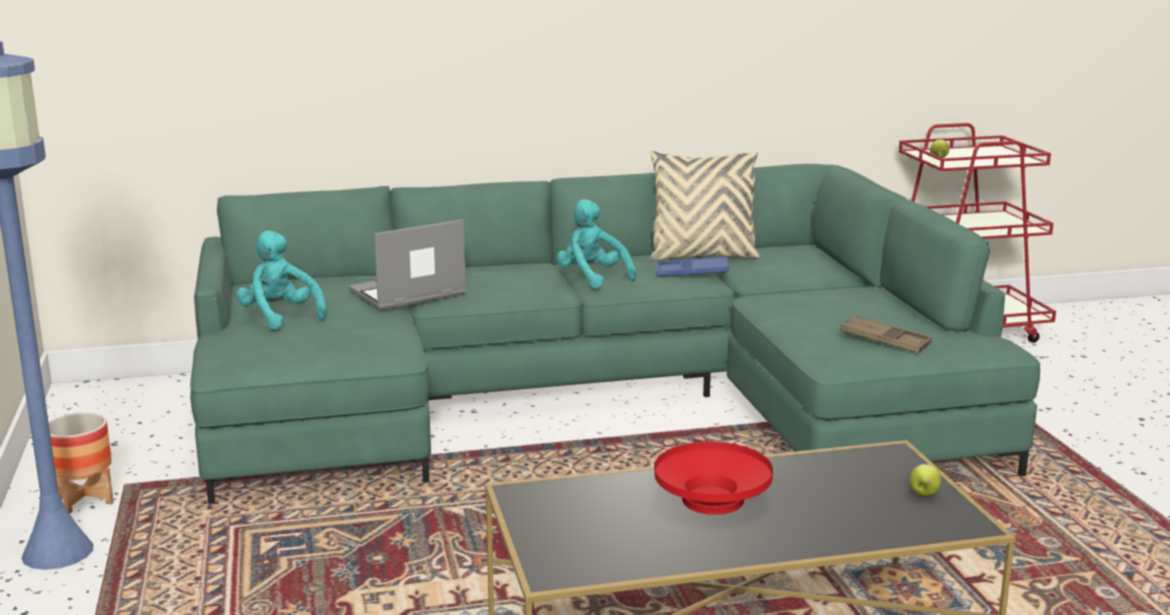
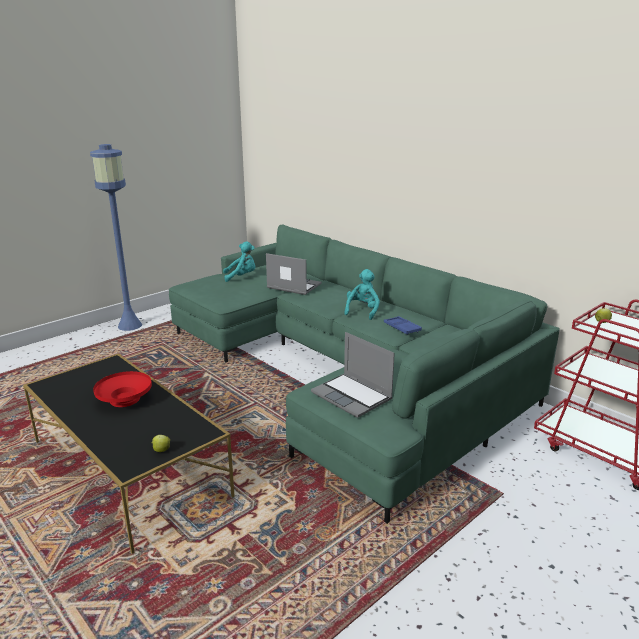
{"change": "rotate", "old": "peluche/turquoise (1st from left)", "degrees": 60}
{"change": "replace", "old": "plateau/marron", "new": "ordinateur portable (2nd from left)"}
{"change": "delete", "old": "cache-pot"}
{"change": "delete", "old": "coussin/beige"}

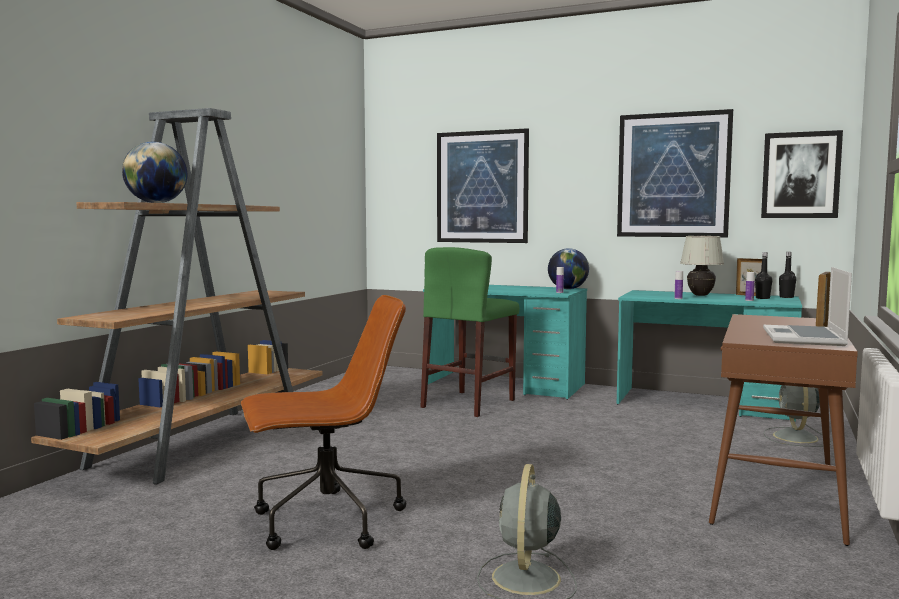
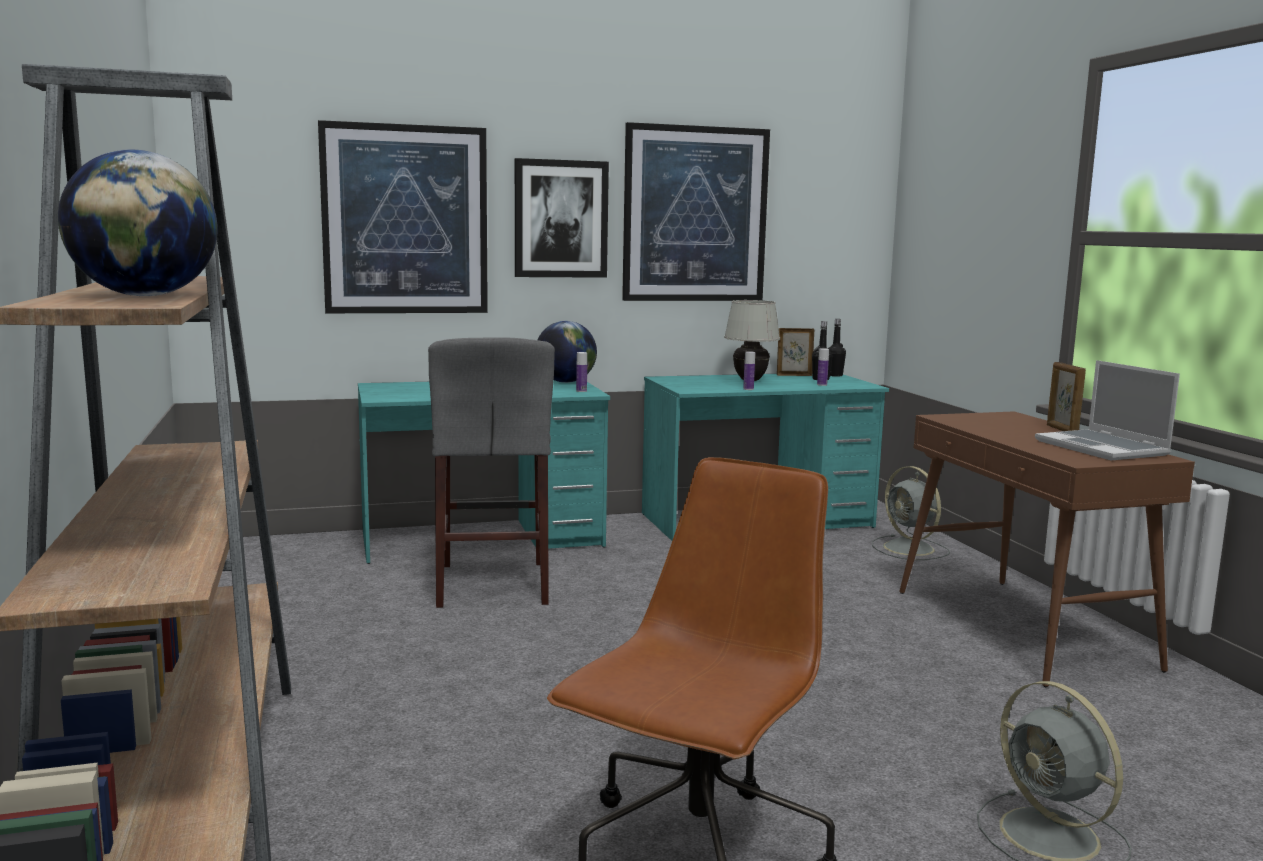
{"change": "recolor", "old": "tabouret/vert", "new": "tabouret/gris"}
{"change": "move", "old": "tableau (3rd from left in the first image)", "new": "tableau (2nd from left)"}

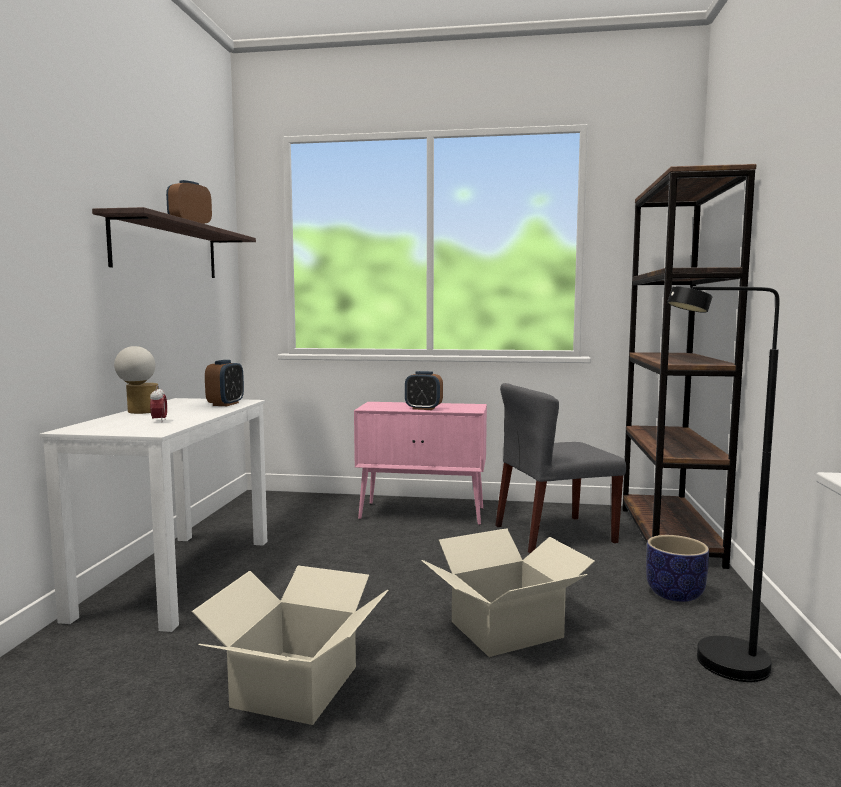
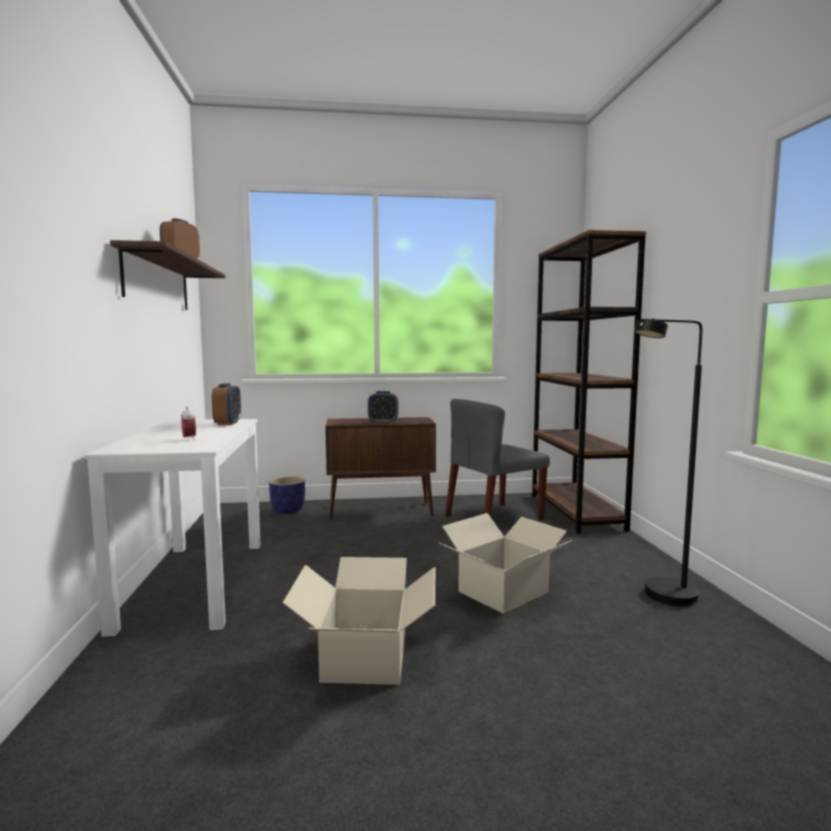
{"change": "move", "old": "cache-pot"}
{"change": "recolor", "old": "meuble de rangement/rose", "new": "meuble de rangement/marron"}
{"change": "delete", "old": "lampe de table"}

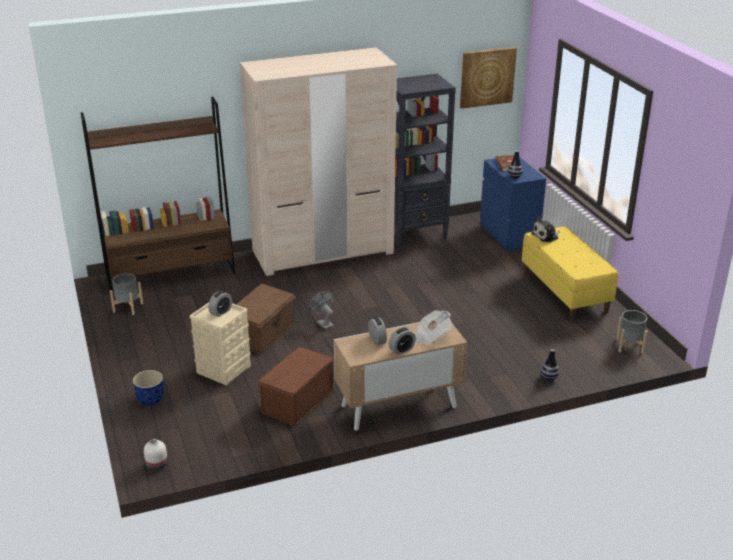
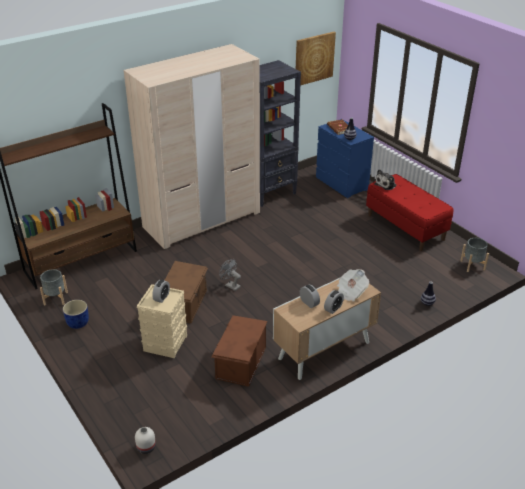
{"change": "move", "old": "cache-pot/bleu"}
{"change": "recolor", "old": "banc/jaune", "new": "banc/rouge"}

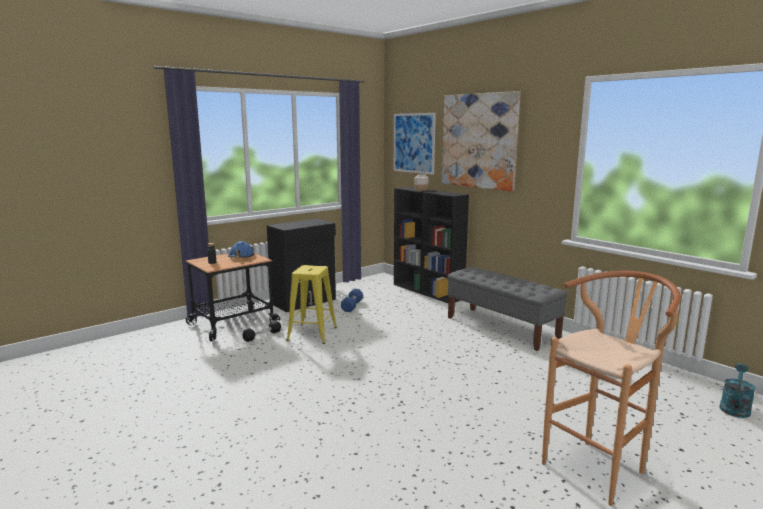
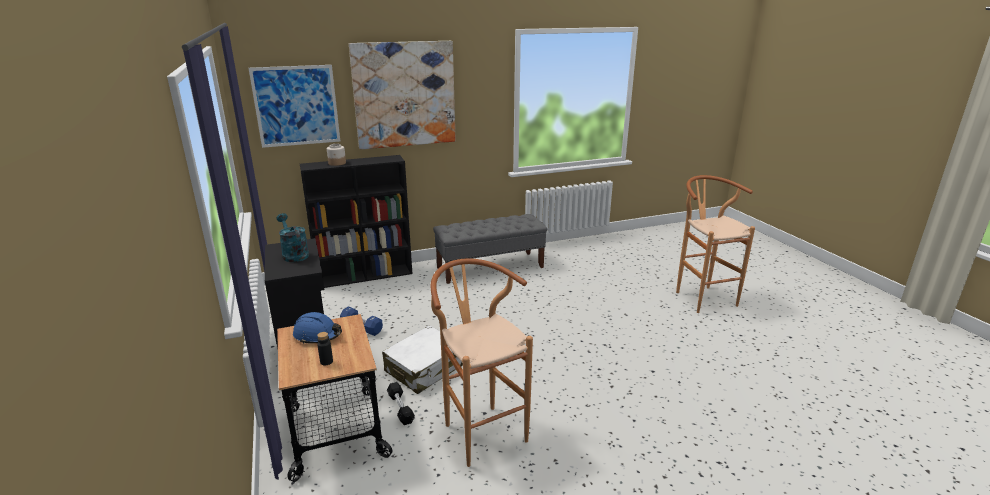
{"change": "move", "old": "arrosoir/turquoise"}
{"change": "replace", "old": "tabouret/jaune", "new": "valise/blanc"}
{"change": "insert", "new": "tabouret/marron (1st from left)"}

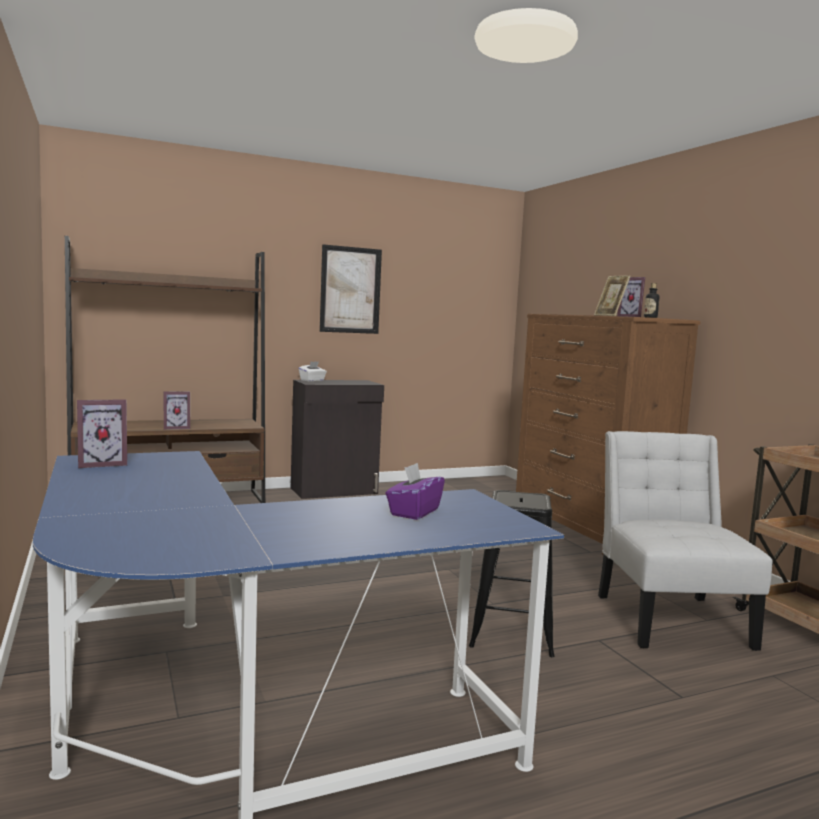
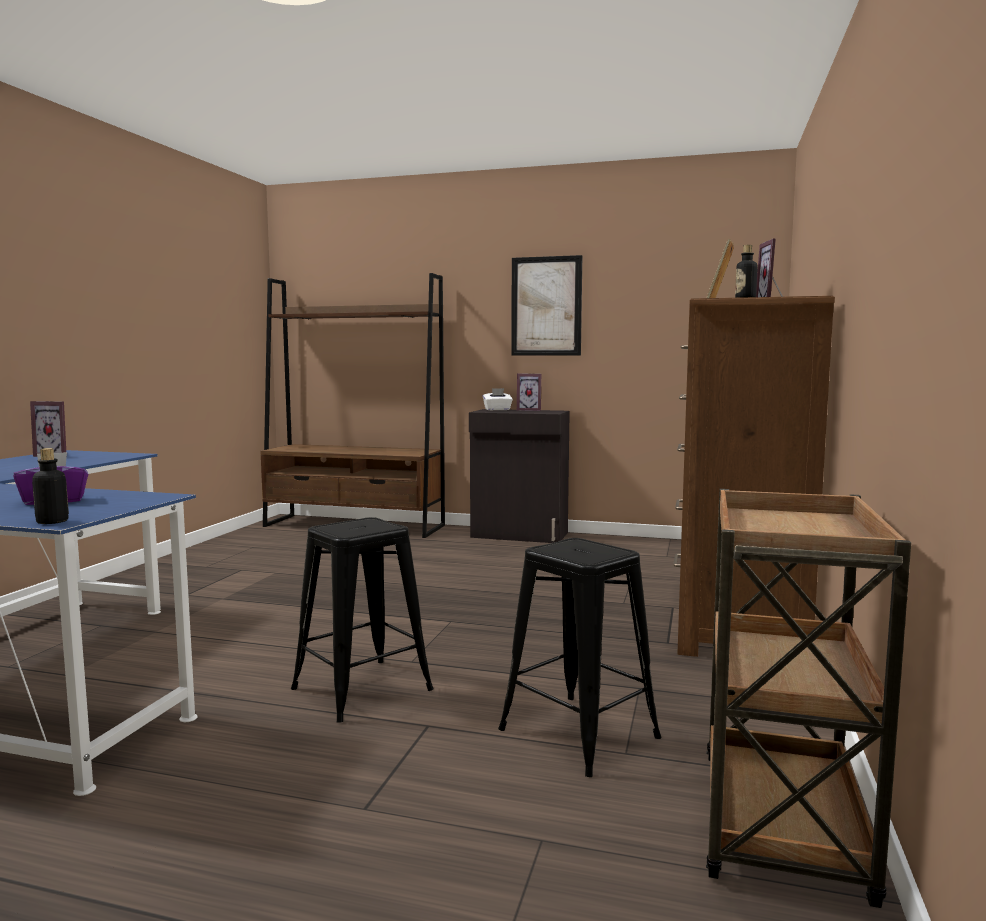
{"change": "insert", "new": "bouteille (1st from left)"}
{"change": "replace", "old": "chaise/blanc", "new": "tabouret/noir (2nd from left)"}
{"change": "move", "old": "cadre photo (2nd from left)"}

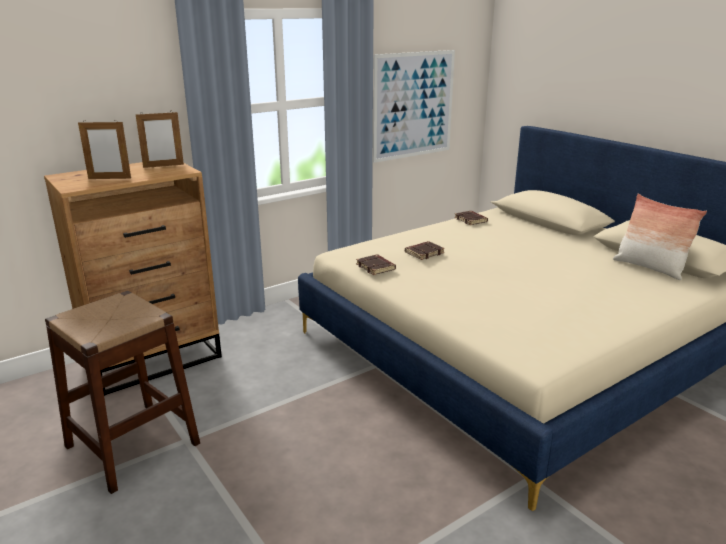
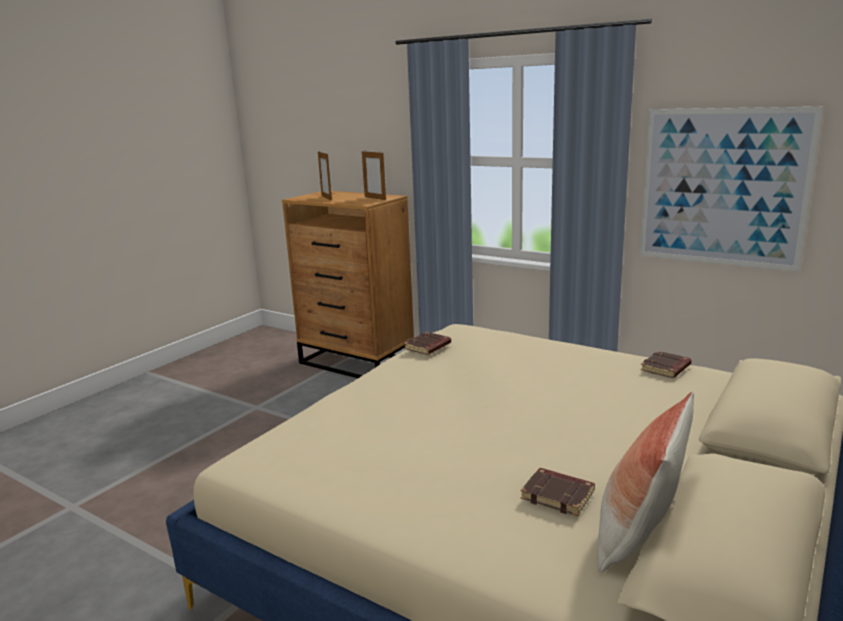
{"change": "move", "old": "livre/marron (2nd from left)"}
{"change": "delete", "old": "tabouret/marron"}

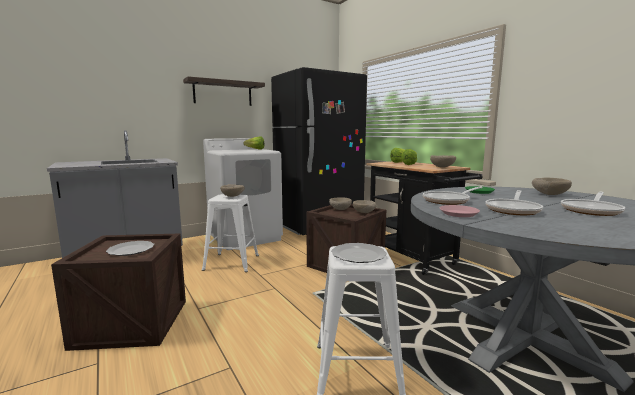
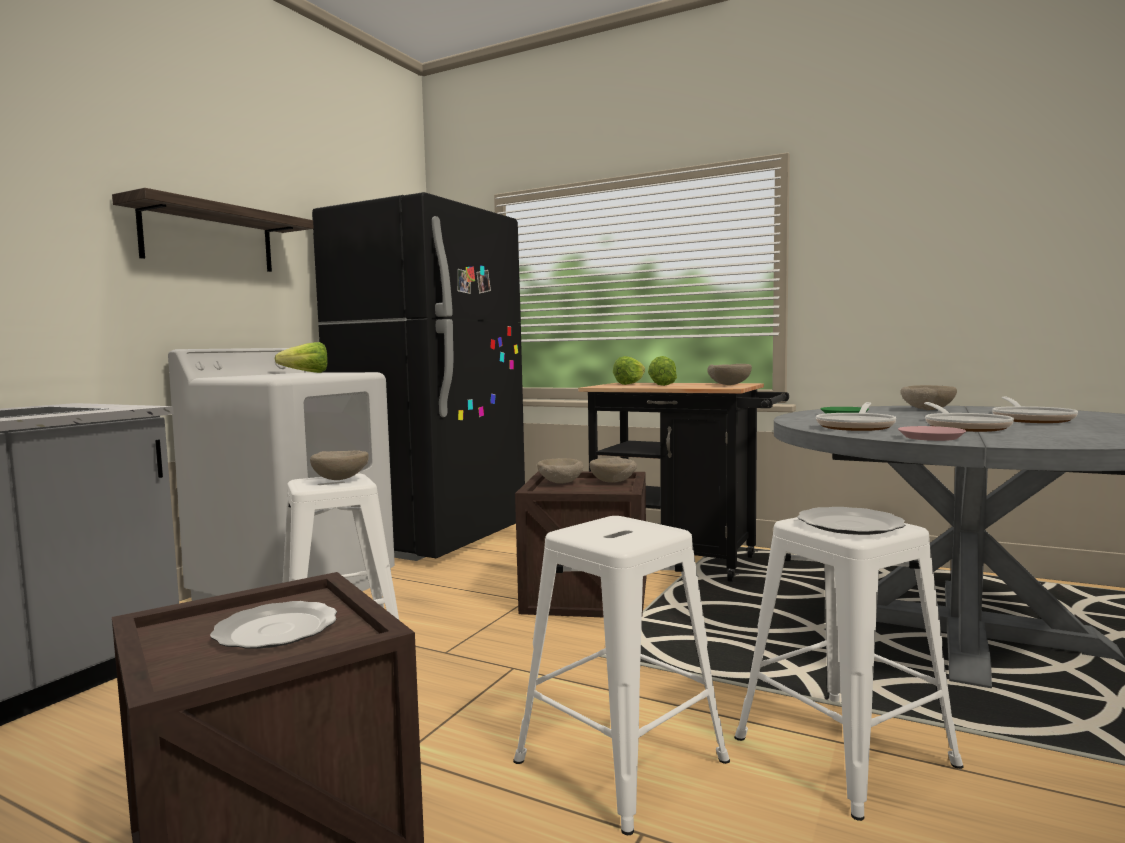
{"change": "insert", "new": "tabouret/blanc (2nd from left)"}

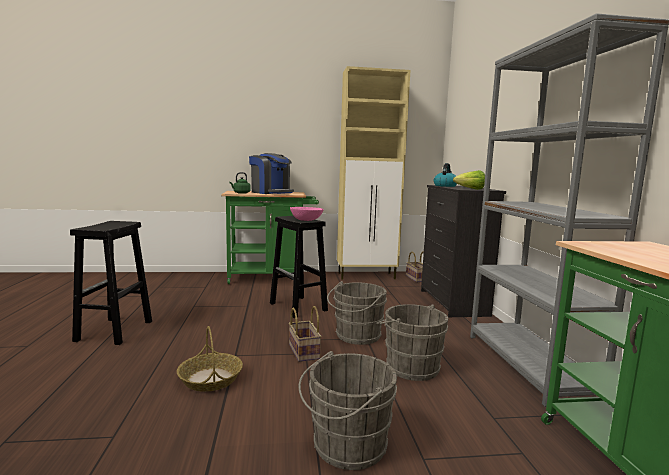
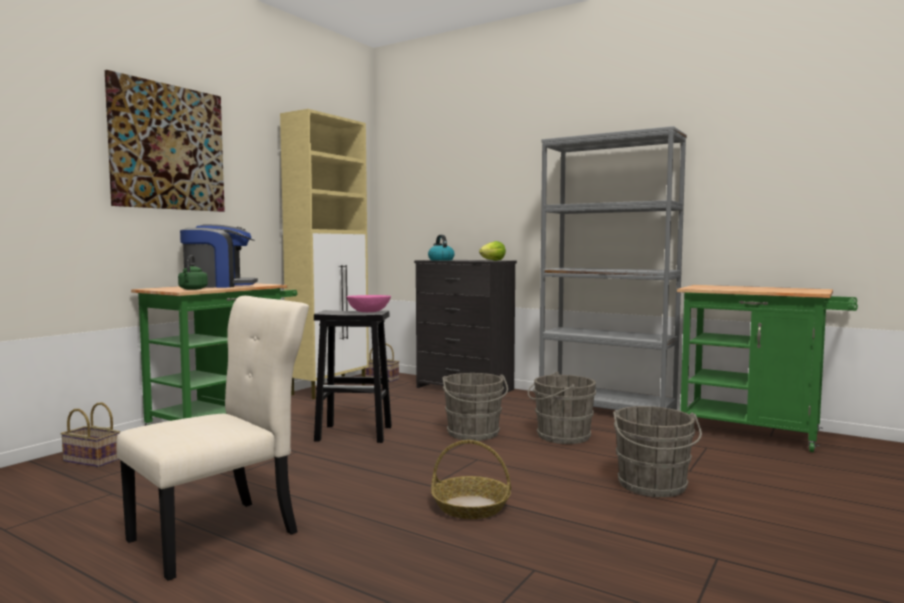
{"change": "move", "old": "panier (2nd from left in the first image)", "new": "panier (1st from left)"}
{"change": "insert", "new": "tableau"}
{"change": "replace", "old": "tabouret/noir (1st from left)", "new": "chaise/beige"}

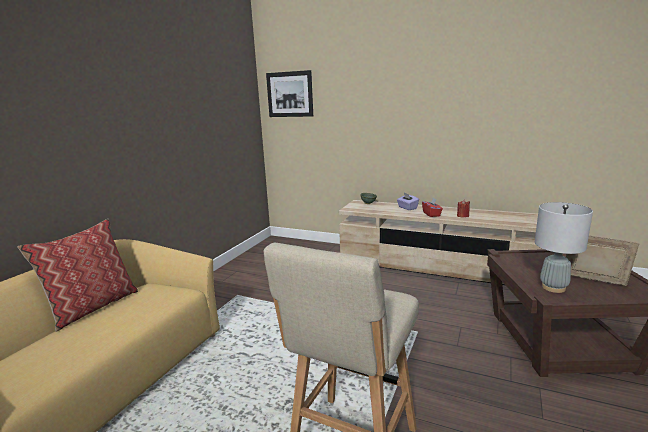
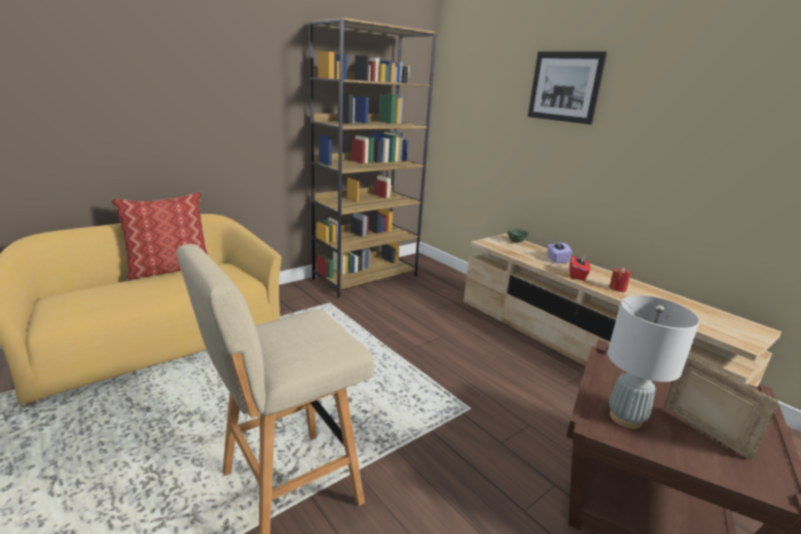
{"change": "insert", "new": "bibliothèque/marron"}
{"change": "move", "old": "tableau"}

